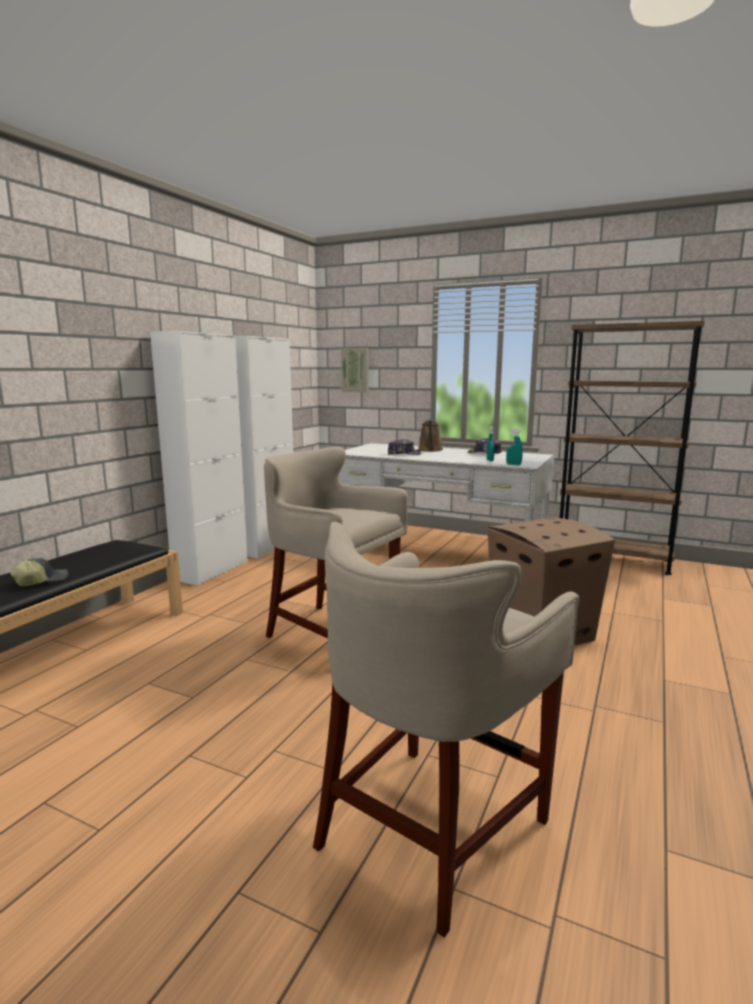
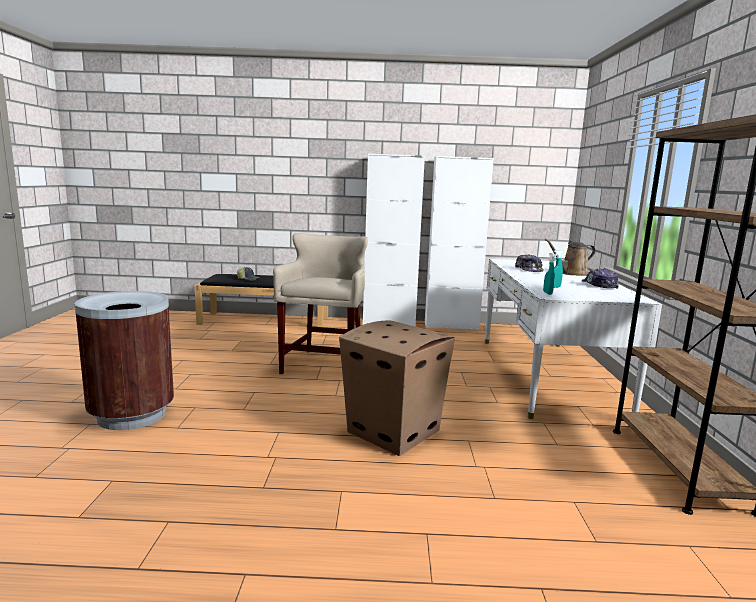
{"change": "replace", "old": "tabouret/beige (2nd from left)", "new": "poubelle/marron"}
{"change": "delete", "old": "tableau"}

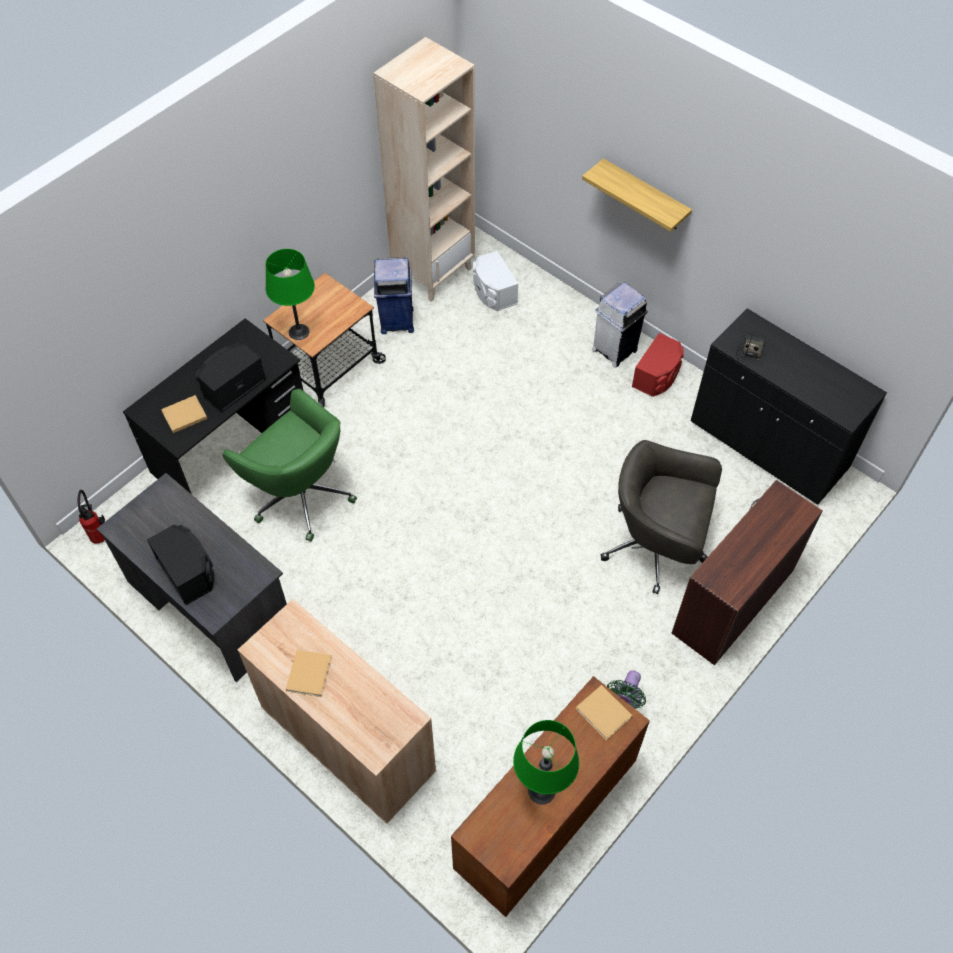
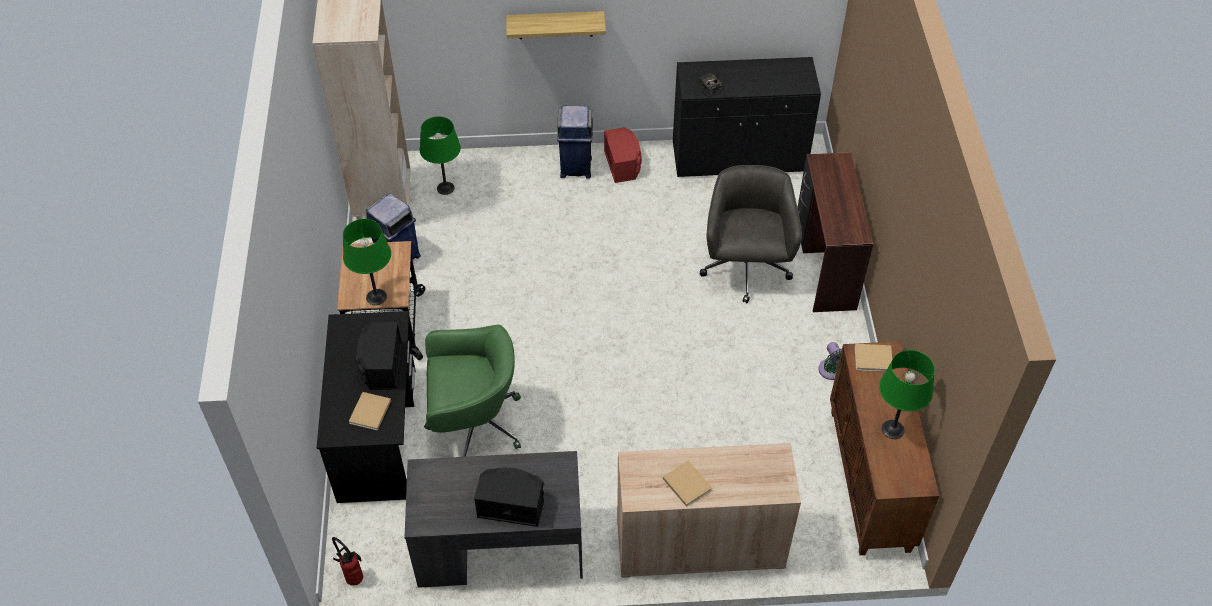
{"change": "replace", "old": "enceinte/blanc", "new": "lampe de table/vert (2nd from left)"}
{"change": "recolor", "old": "poubelle/blanc", "new": "poubelle/bleu (2nd from left)"}
{"change": "rotate", "old": "chaise de bureau/gris", "degrees": 120}

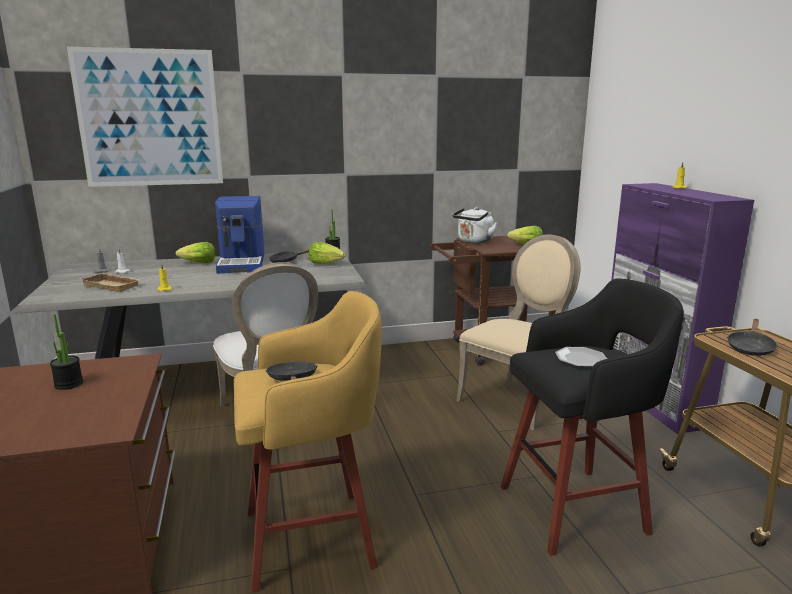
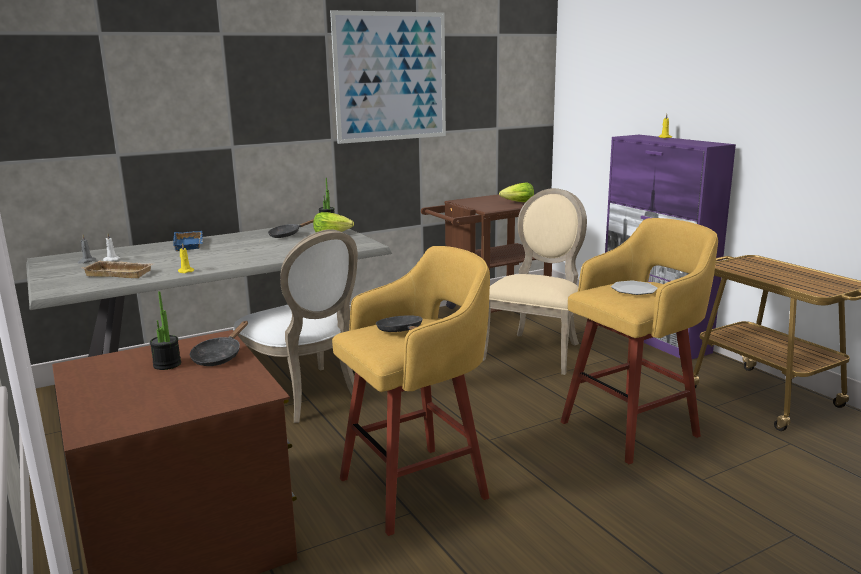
{"change": "replace", "old": "laitue (1st from left)", "new": "plateau/bleu"}
{"change": "move", "old": "poêle/noir (3rd from left in the first image)", "new": "poêle/noir (1st from left)"}
{"change": "move", "old": "tableau"}
{"change": "recolor", "old": "tabouret/noir", "new": "tabouret/jaune (2nd from left)"}
{"change": "delete", "old": "machine à café"}
{"change": "delete", "old": "bouilloire/blanc"}

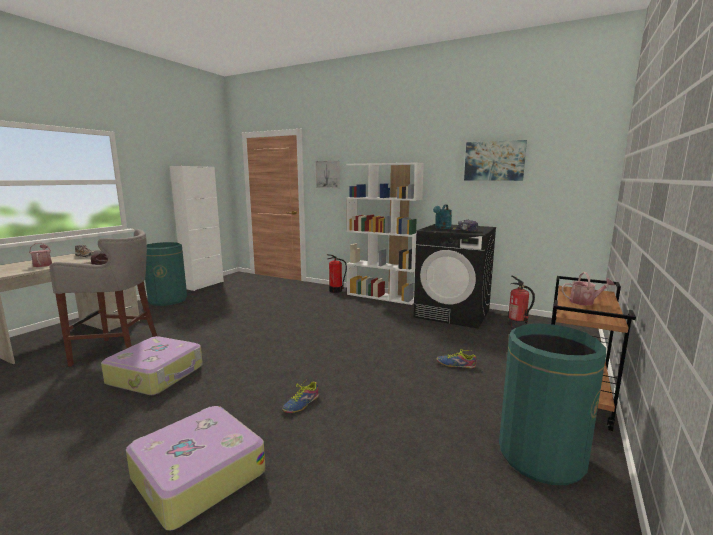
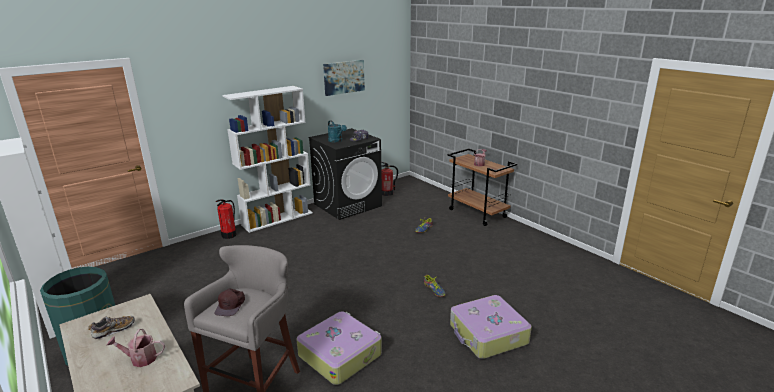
{"change": "delete", "old": "tableau (1st from left)"}
{"change": "delete", "old": "poubelle/vert (2nd from left)"}

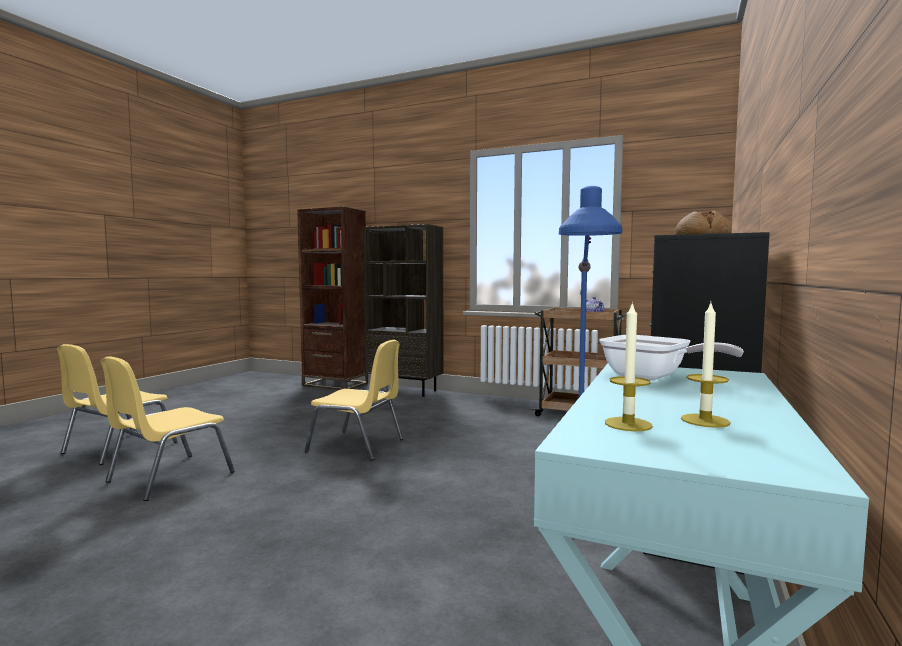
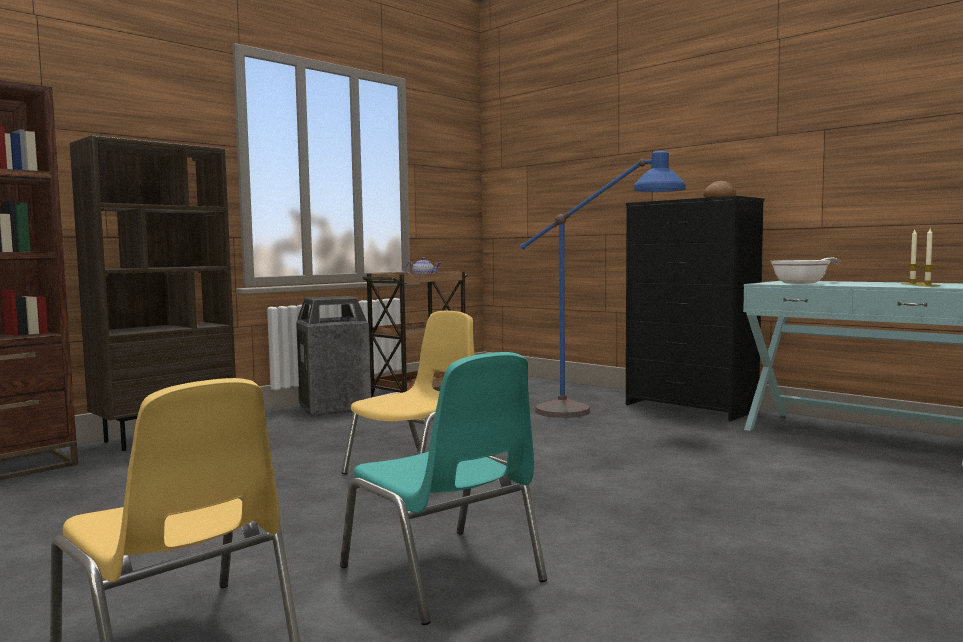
{"change": "insert", "new": "poubelle"}
{"change": "recolor", "old": "chaise/jaune (2nd from left)", "new": "chaise/turquoise"}

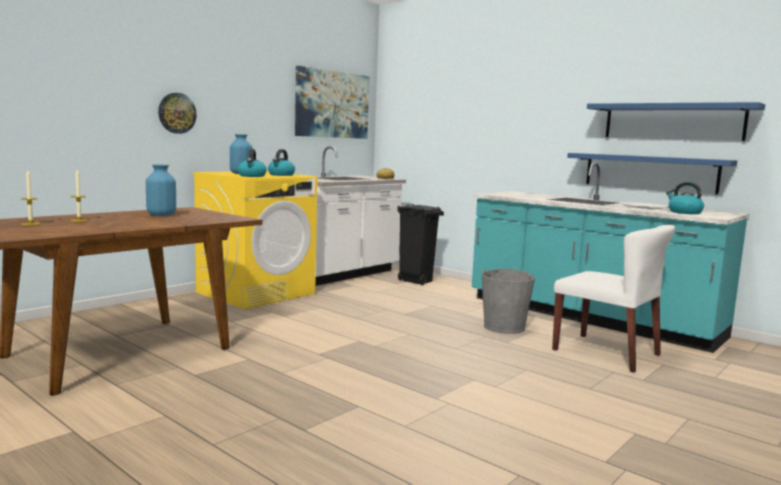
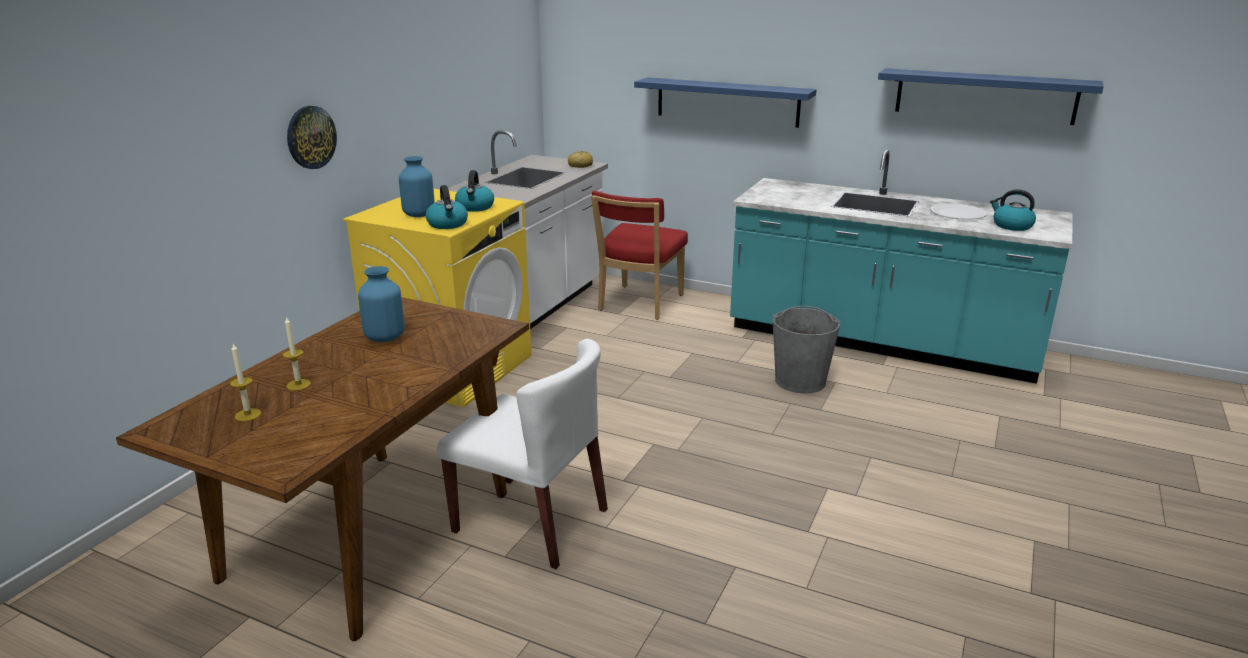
{"change": "move", "old": "chaise/blanc"}
{"change": "replace", "old": "poubelle/noir", "new": "chaise/rouge"}
{"change": "move", "old": "étagère/bleu (1st from left)"}
{"change": "delete", "old": "tableau"}

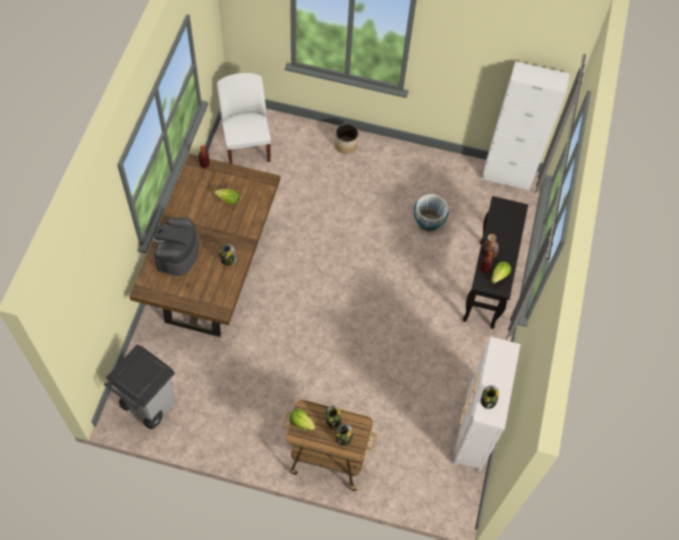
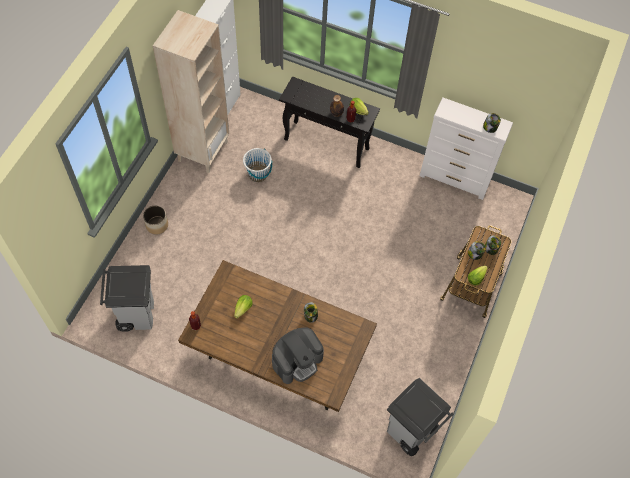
{"change": "replace", "old": "chaise/blanc", "new": "poubelle/gris (1st from left)"}
{"change": "insert", "new": "bibliothèque/beige"}
{"change": "rotate", "old": "machine à café", "degrees": -60}

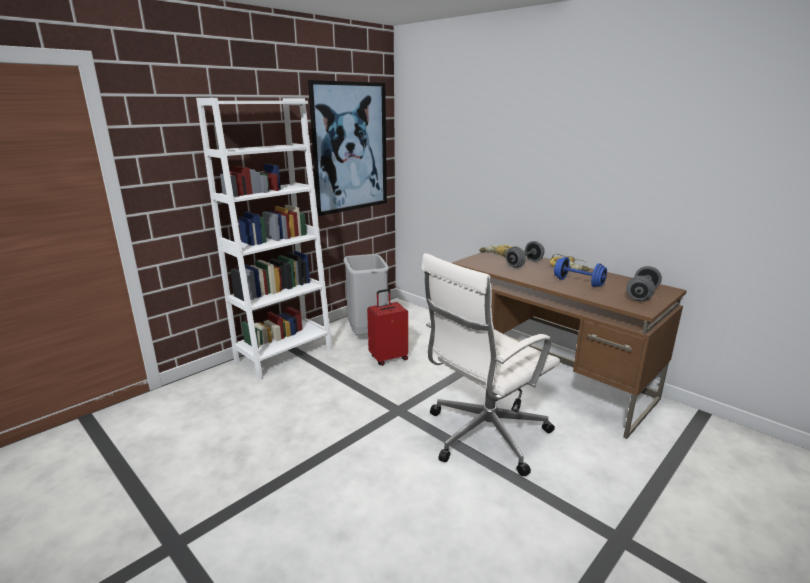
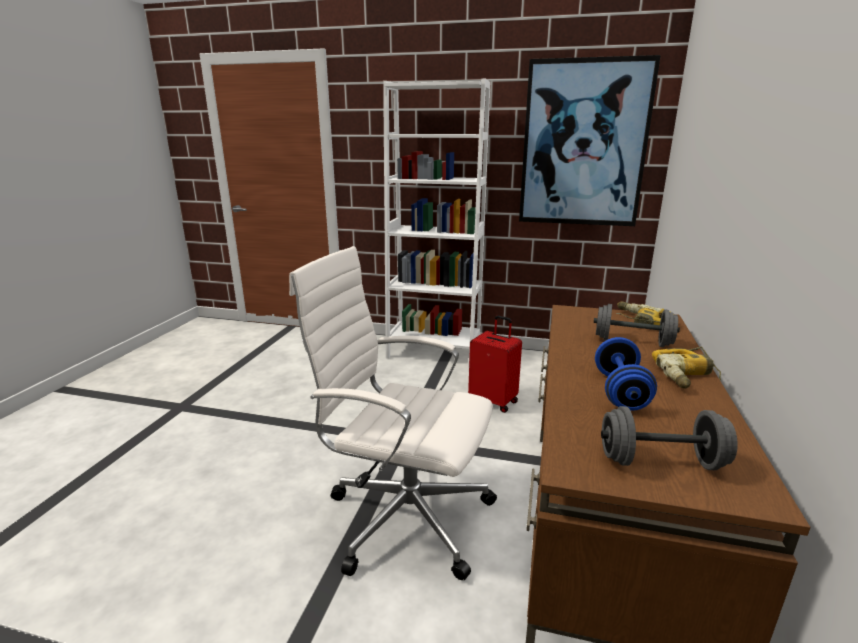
{"change": "delete", "old": "poubelle/gris"}

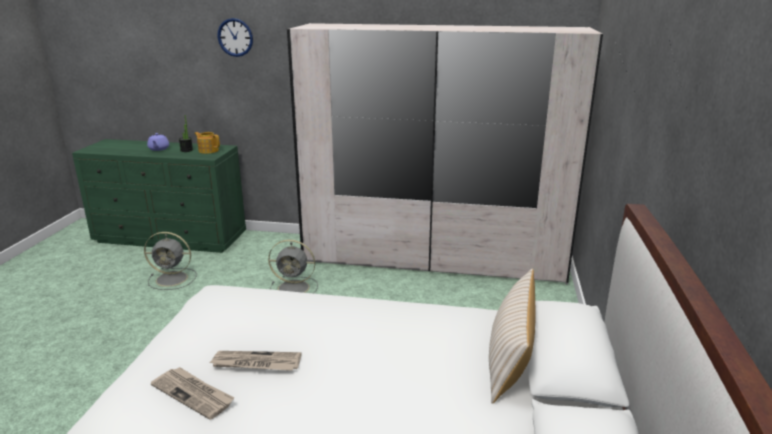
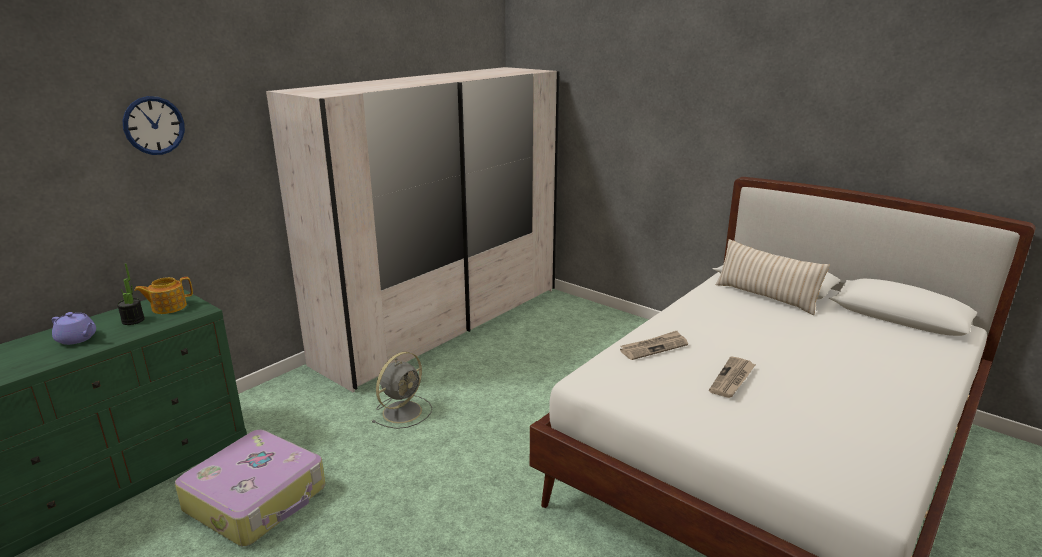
{"change": "replace", "old": "ventilateur/gris (1st from left)", "new": "valise"}
{"change": "move", "old": "journal (1st from left)"}

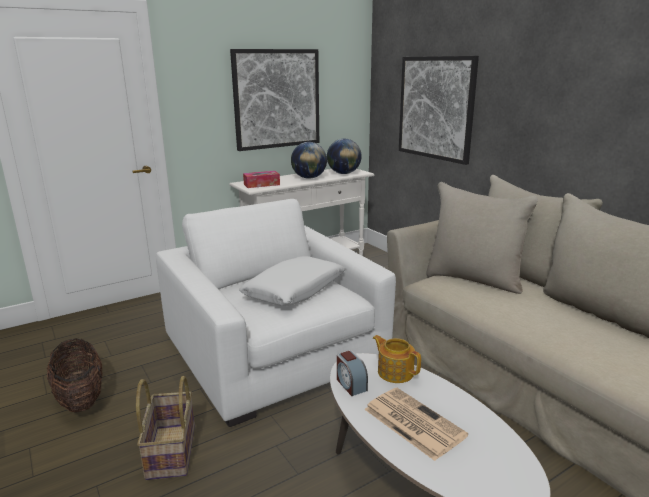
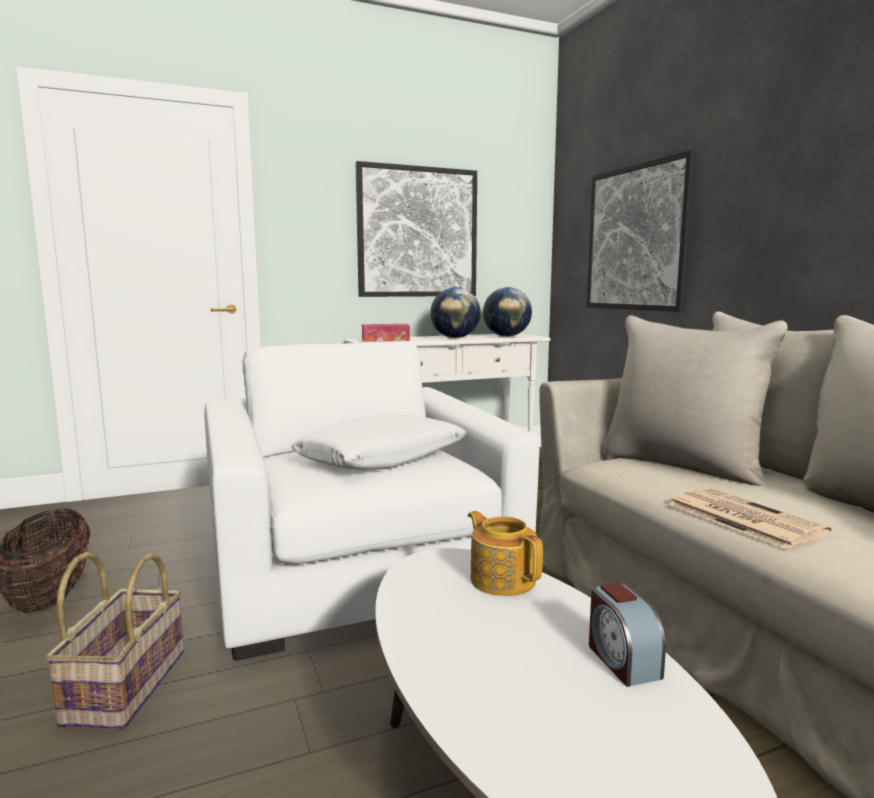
{"change": "move", "old": "réveil"}
{"change": "move", "old": "journal"}

